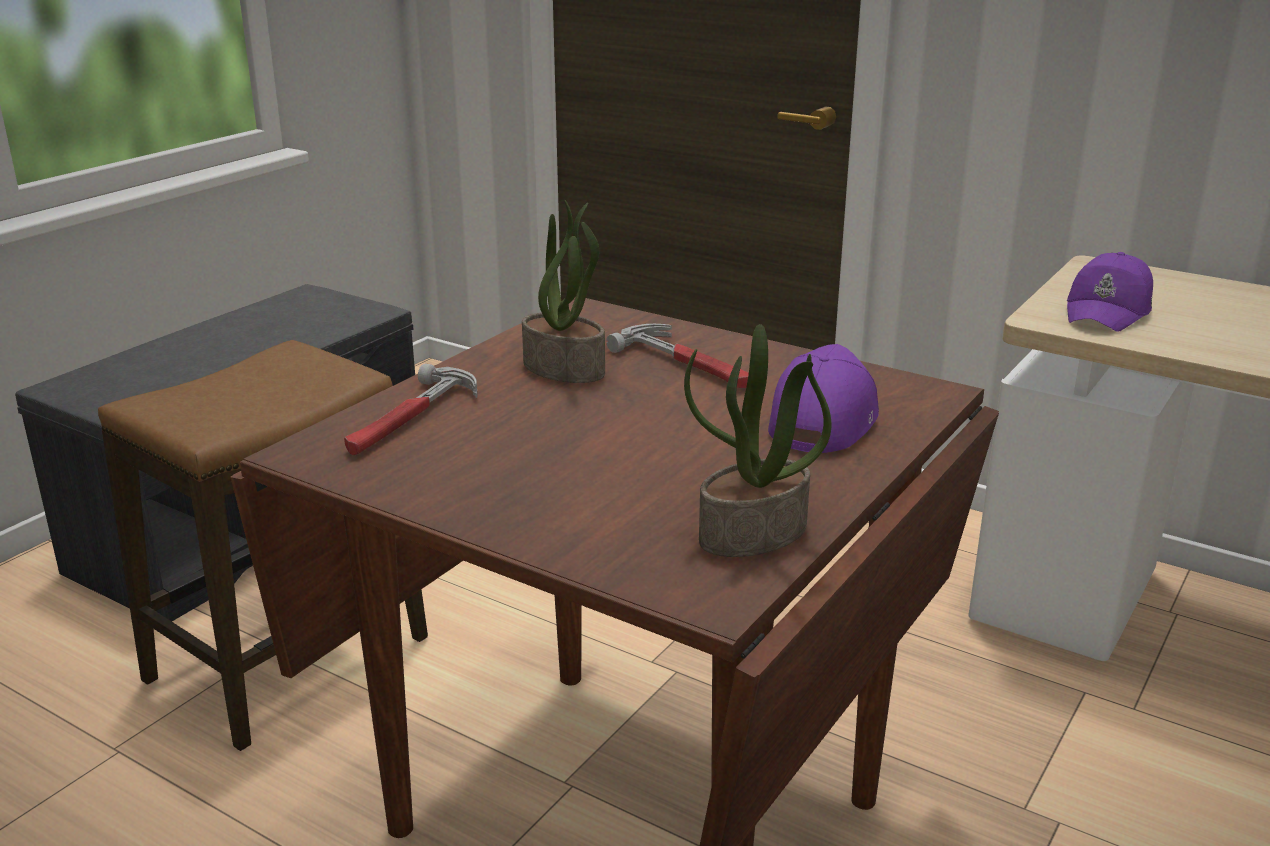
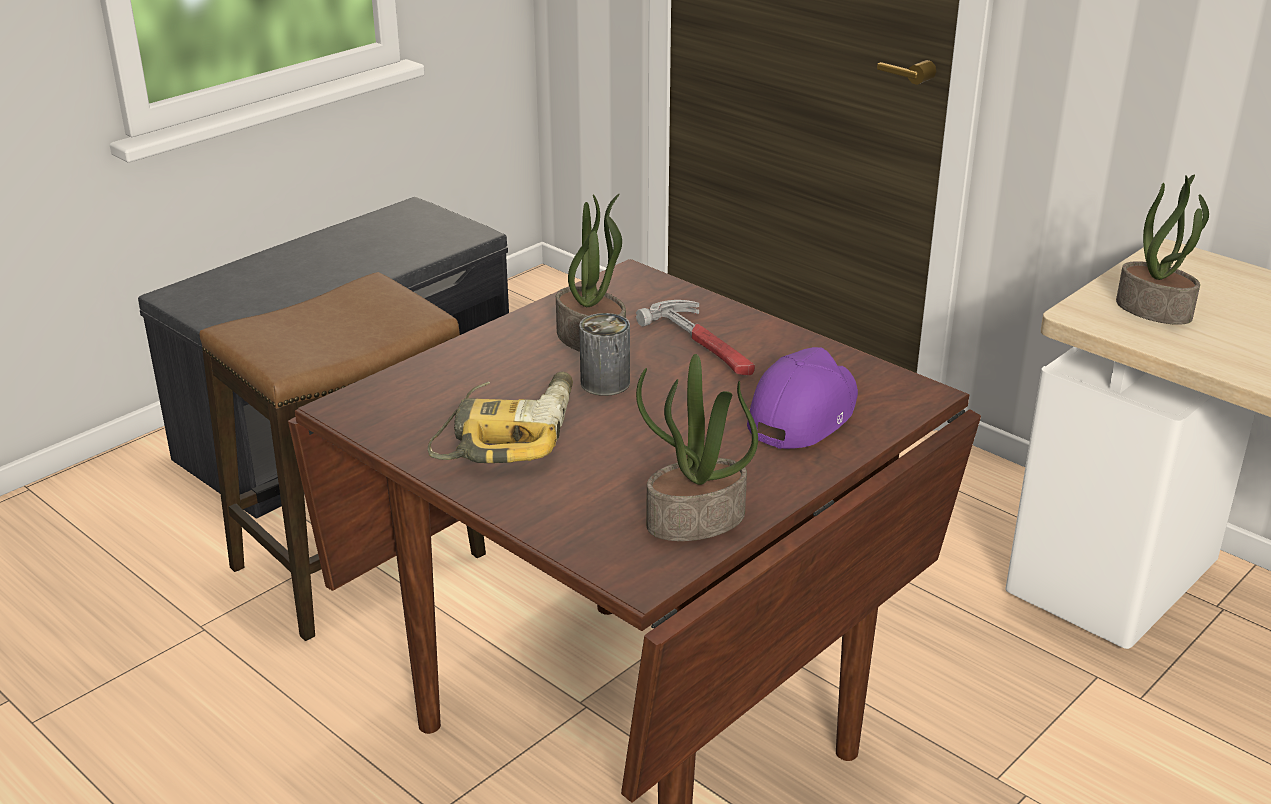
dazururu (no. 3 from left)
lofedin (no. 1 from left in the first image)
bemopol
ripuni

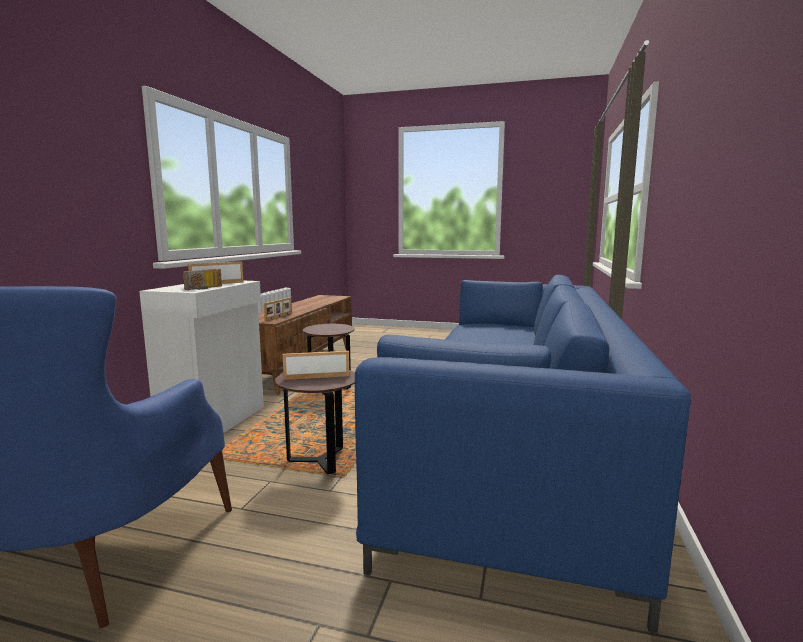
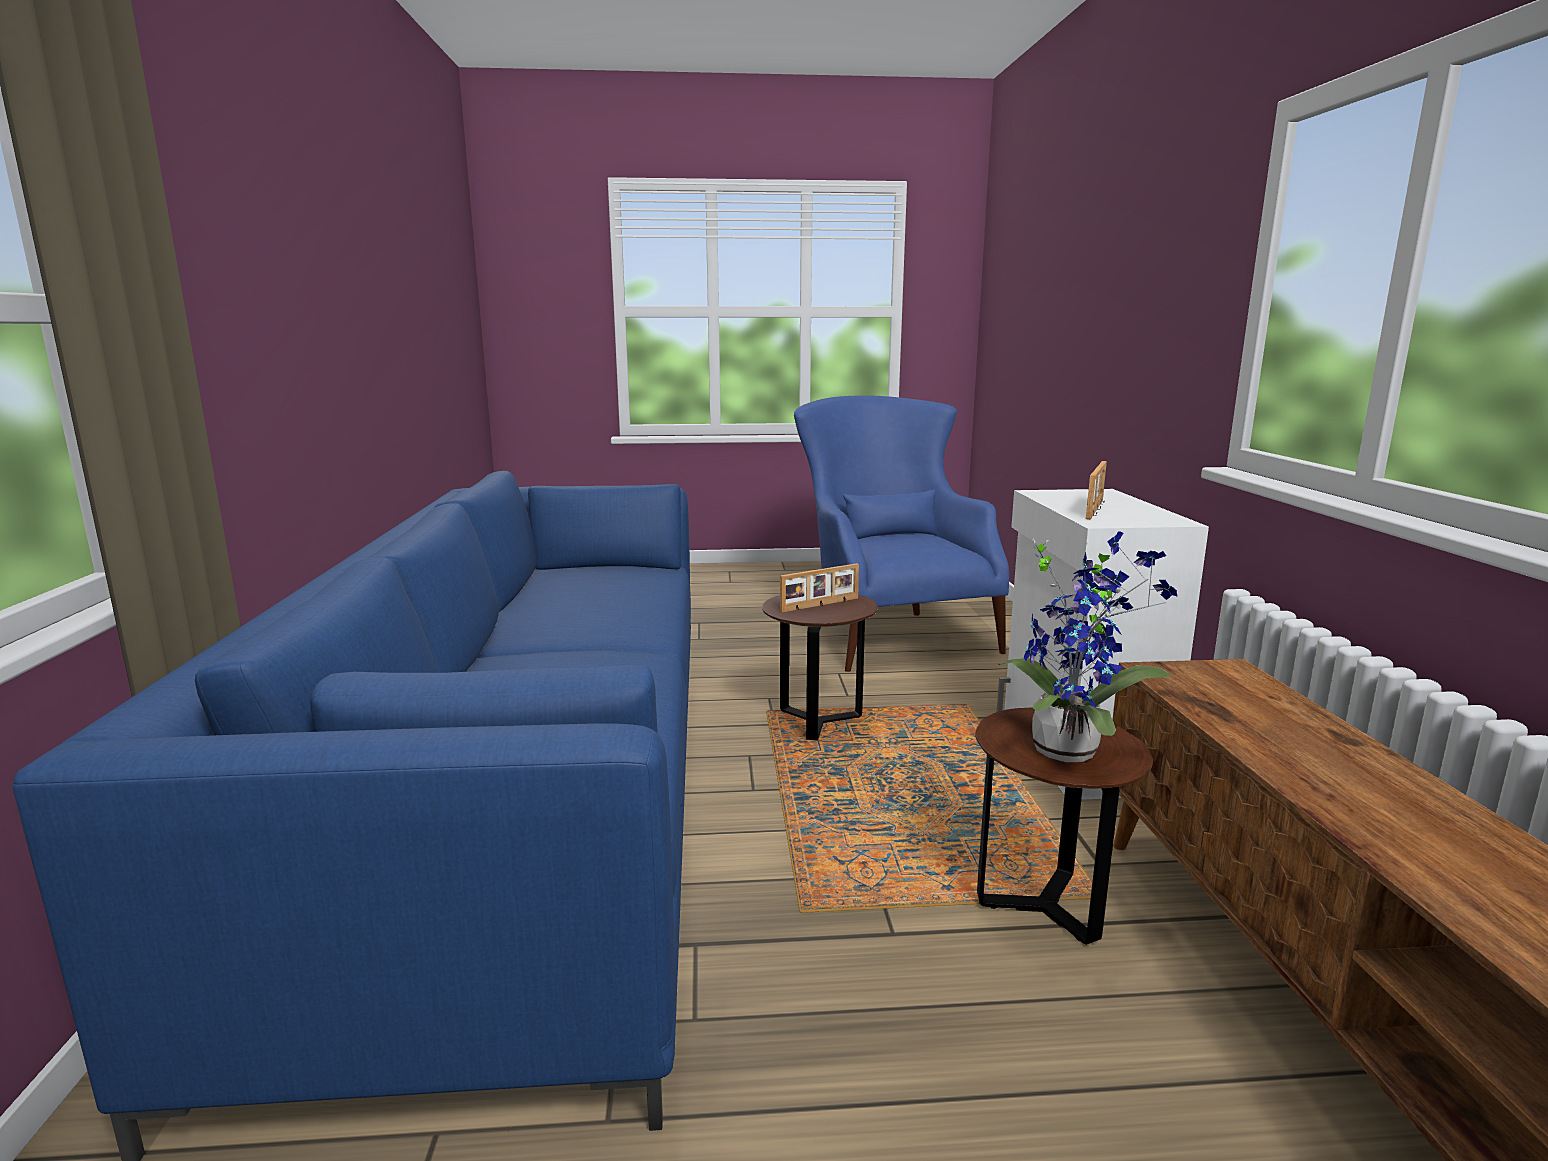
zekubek
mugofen (no. 2 from left in the first image)
dazururu

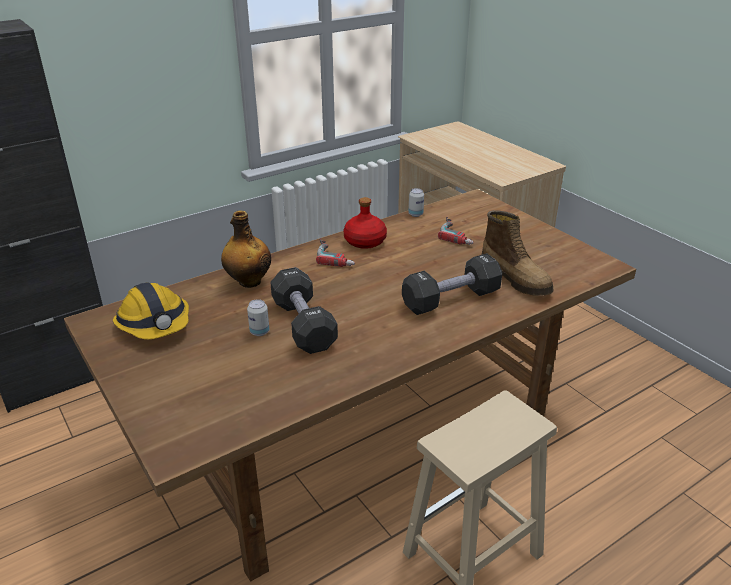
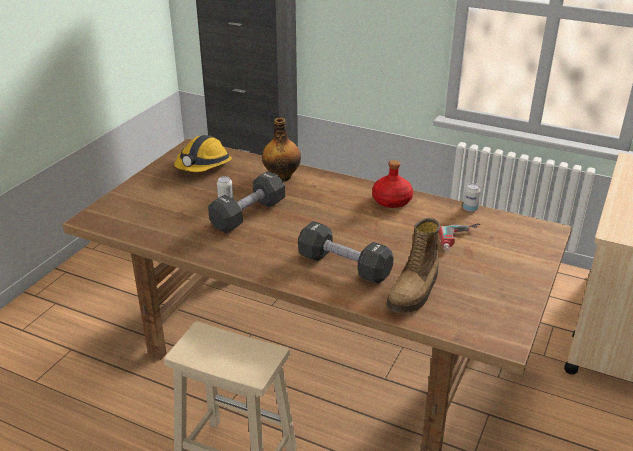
ripuni (no. 1 from left in the first image)

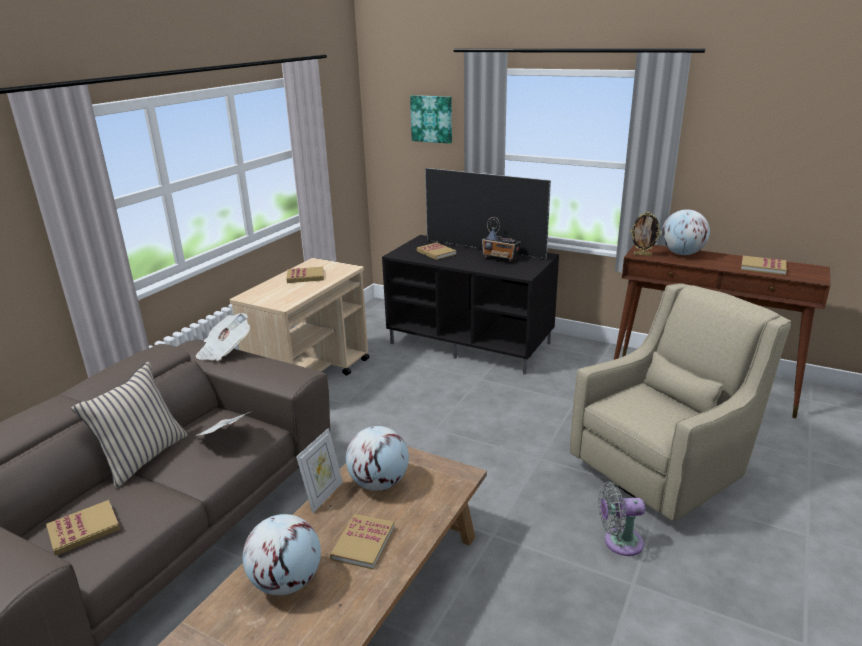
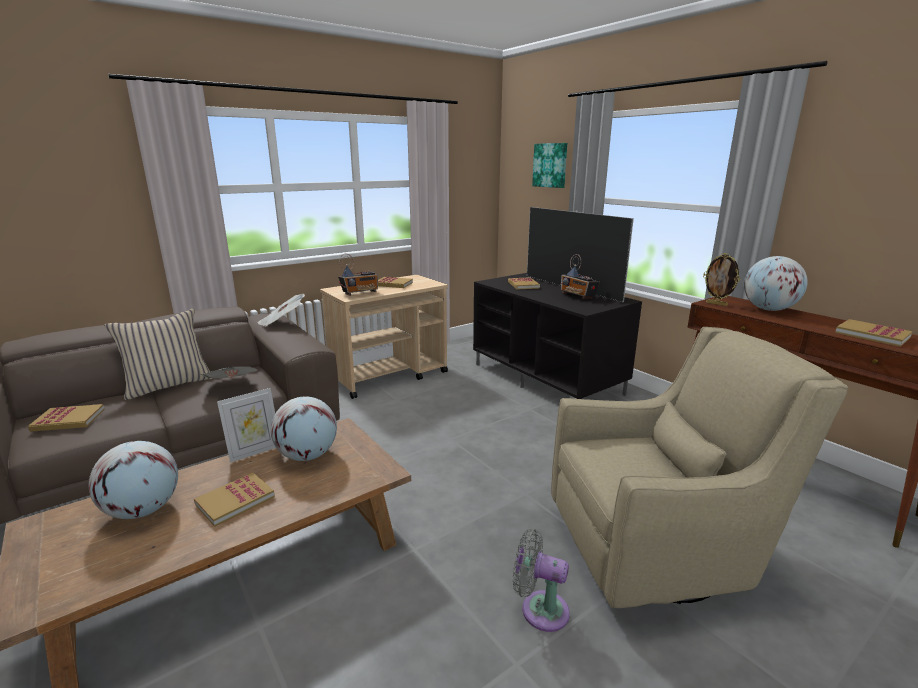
zekubek (no. 1 from left)

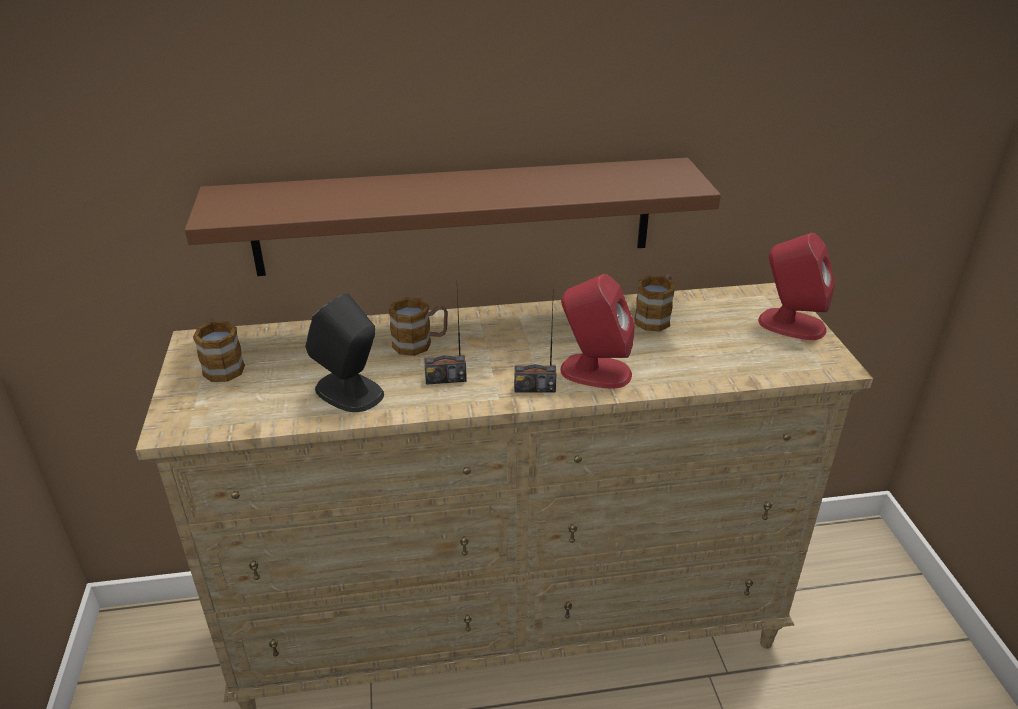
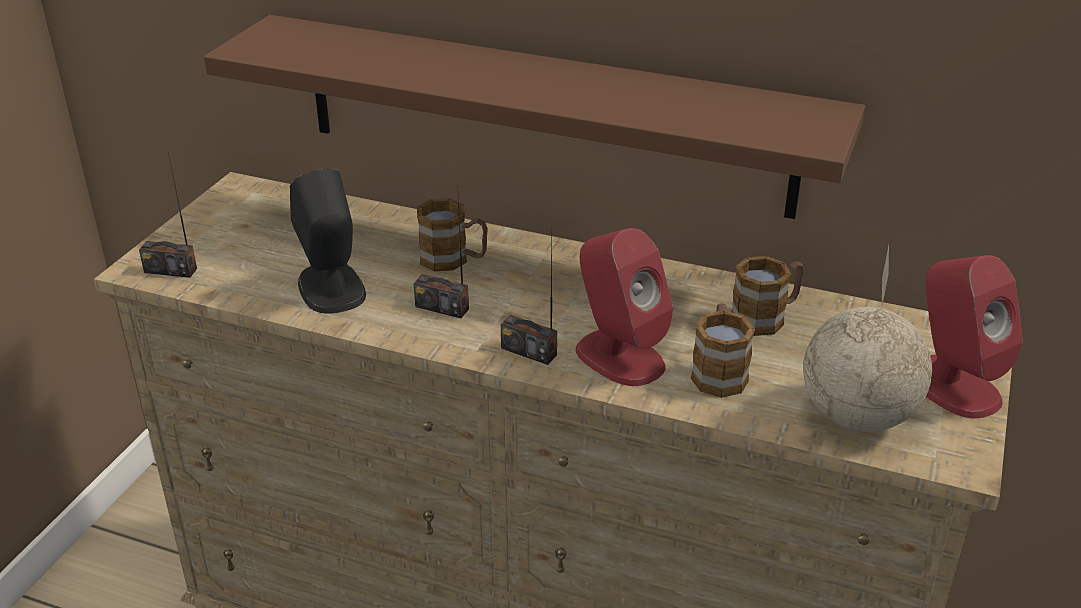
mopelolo (no. 2 from left)
zekubek (no. 1 from left)
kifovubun

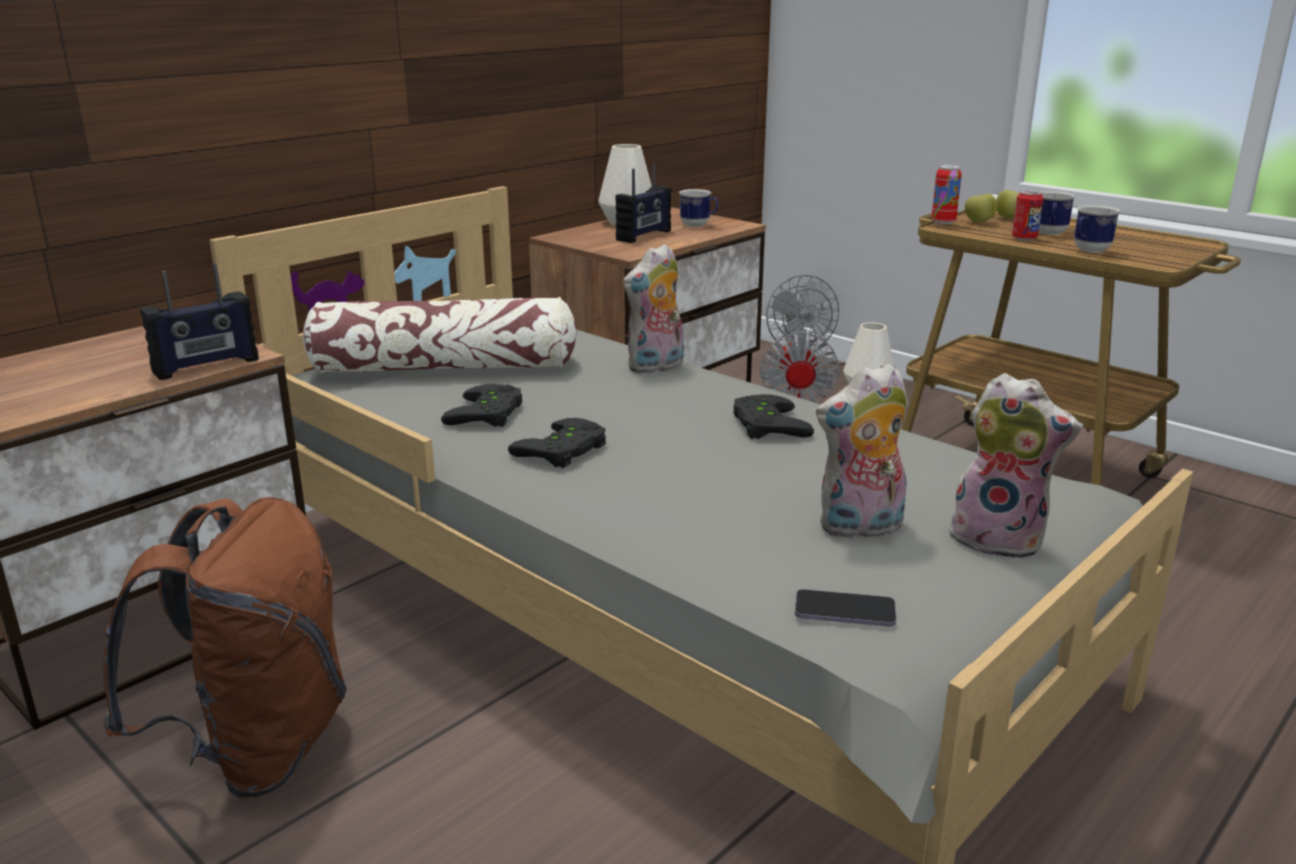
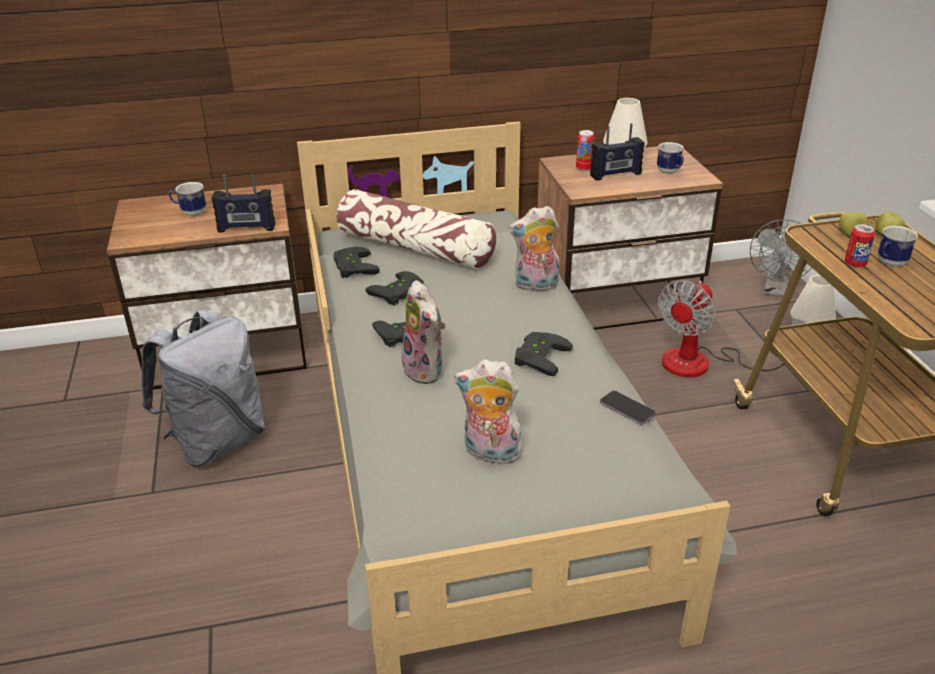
bemopol (no. 1 from left)
mopelolo (no. 1 from left)
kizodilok (no. 1 from left)
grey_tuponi
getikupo
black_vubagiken (no. 1 from left)

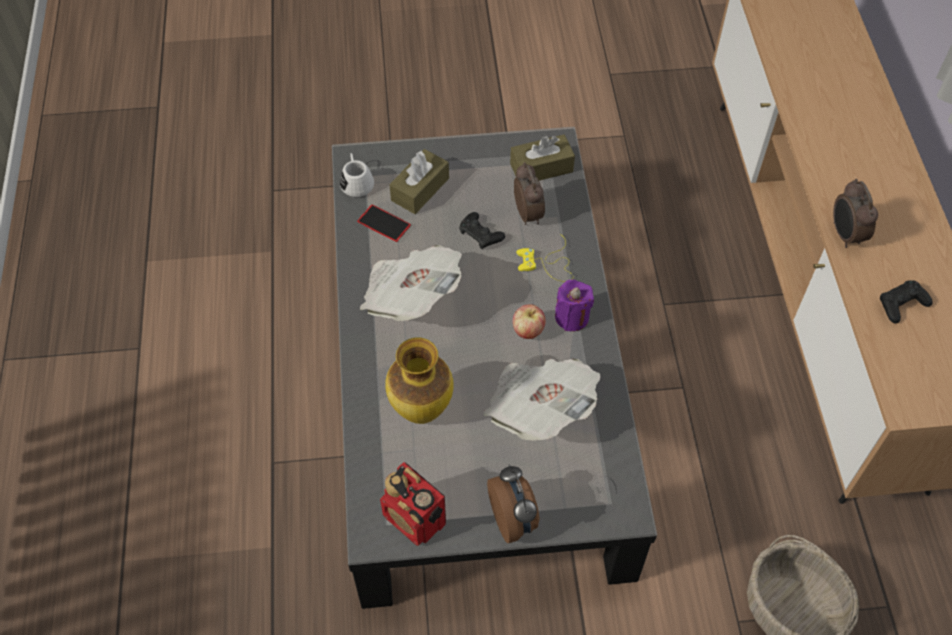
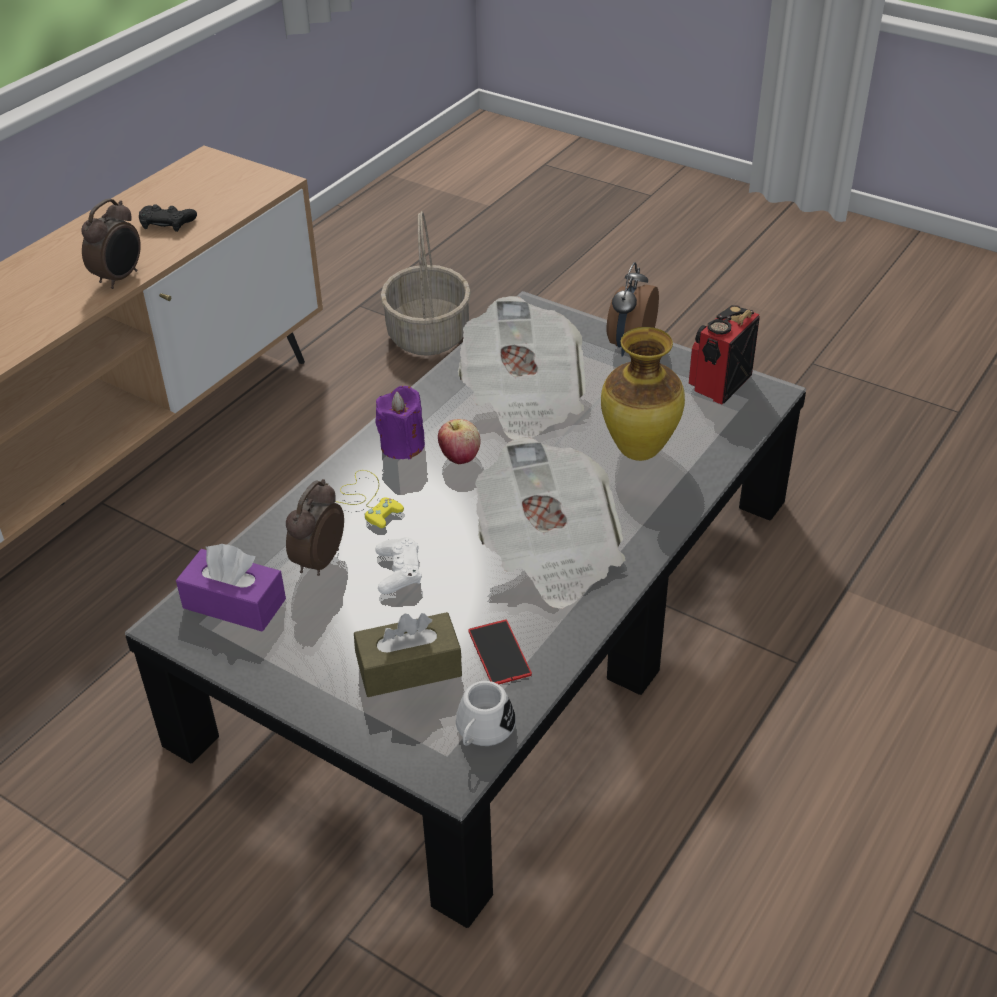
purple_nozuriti
white_vubagiken
zekubek

